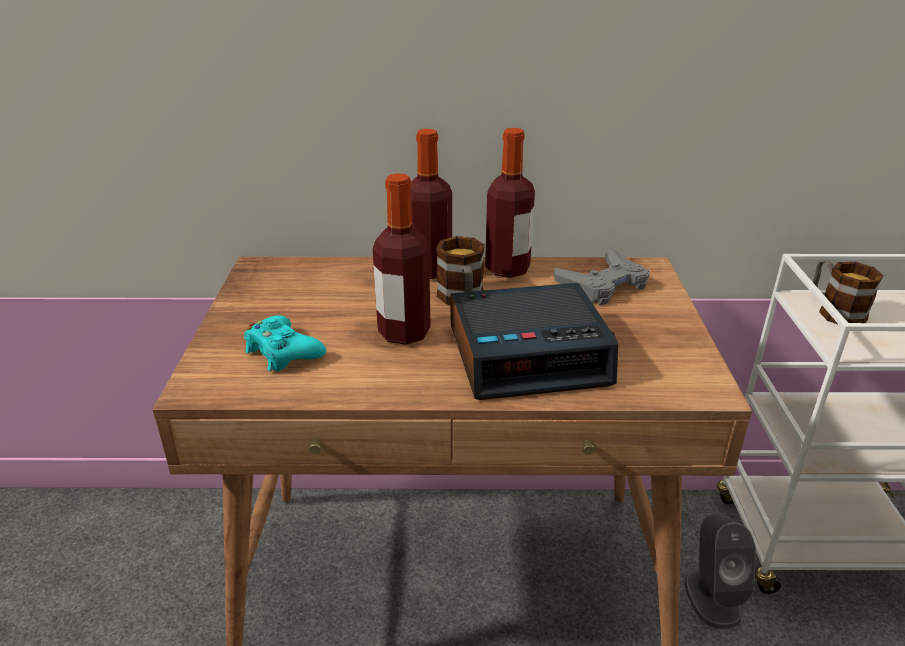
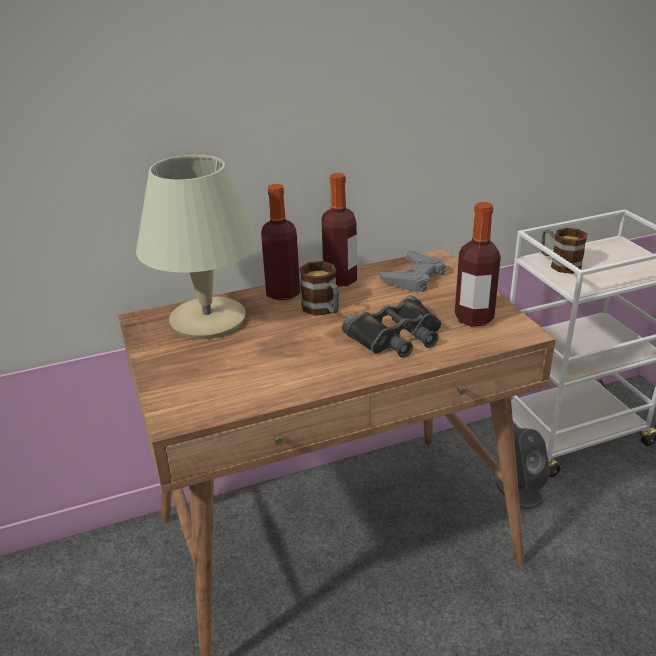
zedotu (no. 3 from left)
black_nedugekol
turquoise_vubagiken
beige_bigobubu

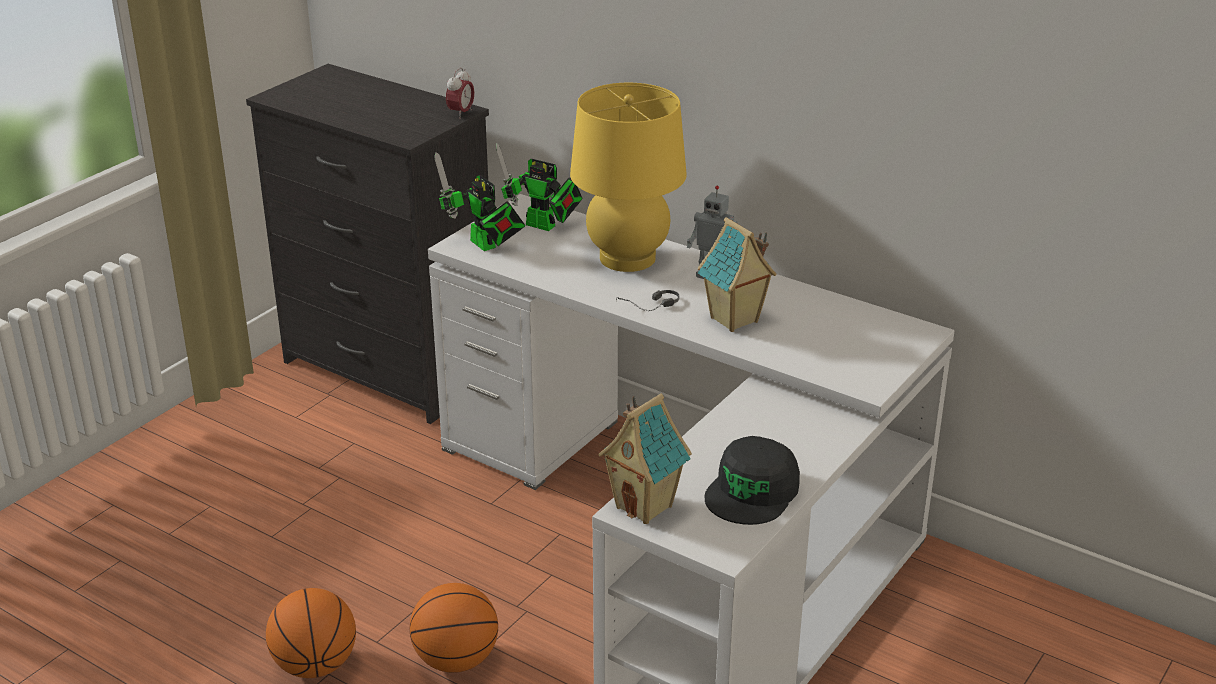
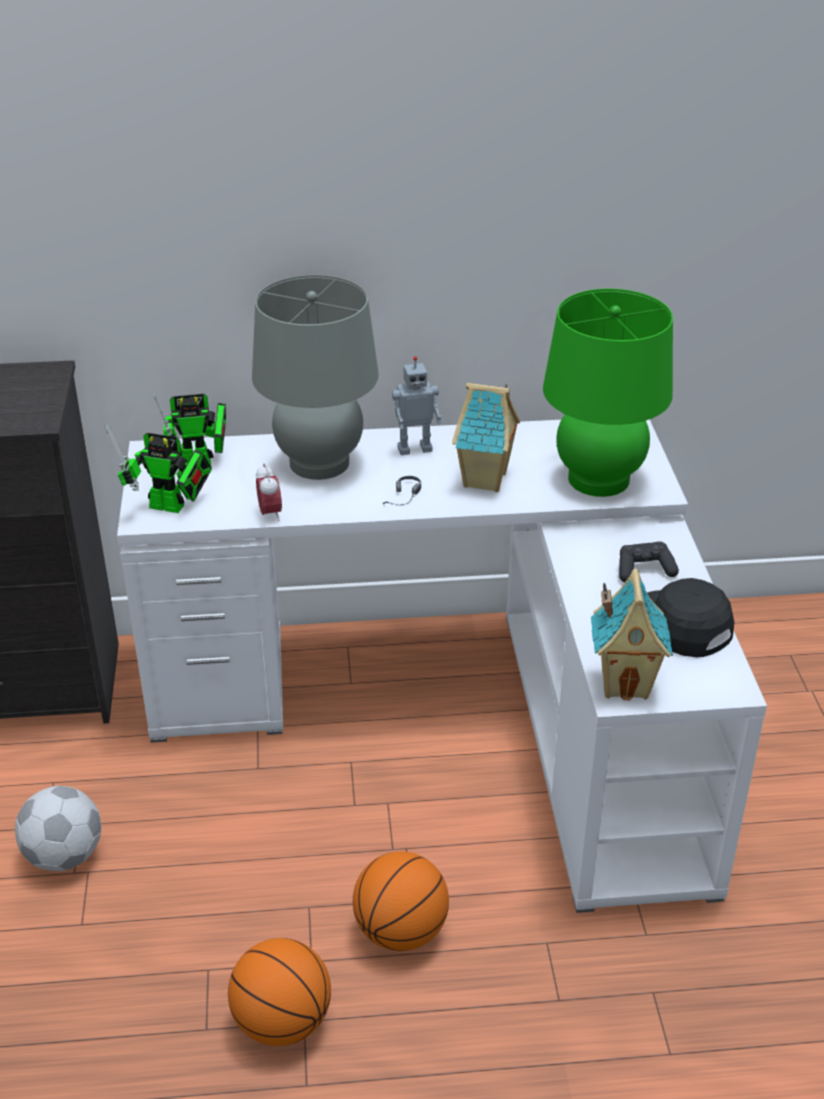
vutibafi
grey_bigobubu
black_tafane
green_bigobubu
black_vubagiken
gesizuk

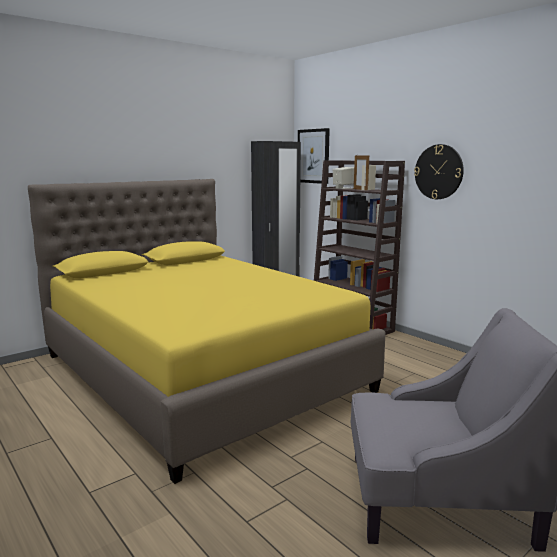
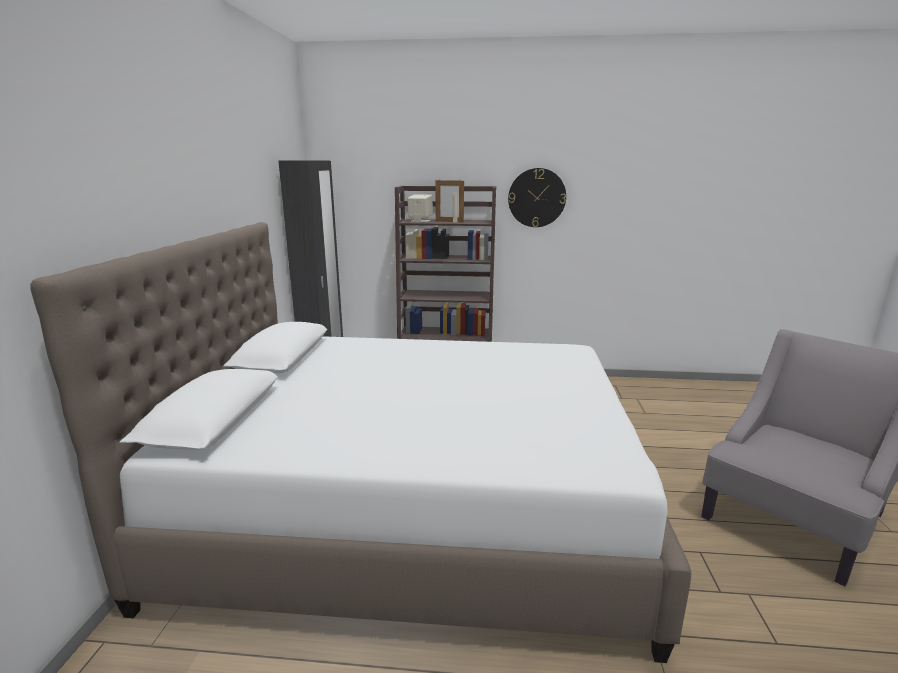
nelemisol
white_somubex

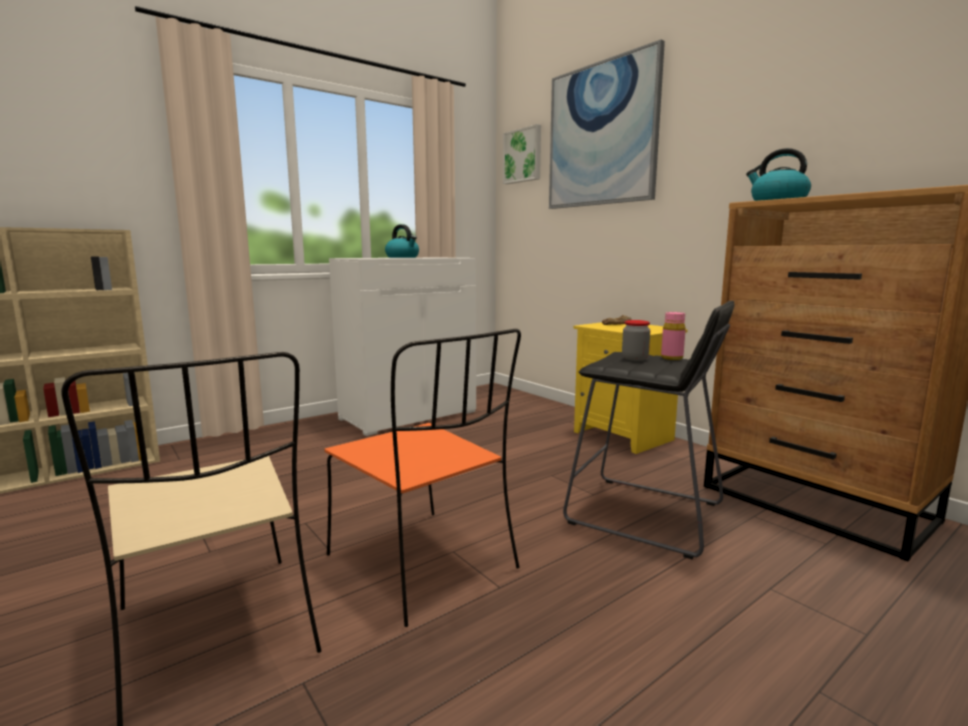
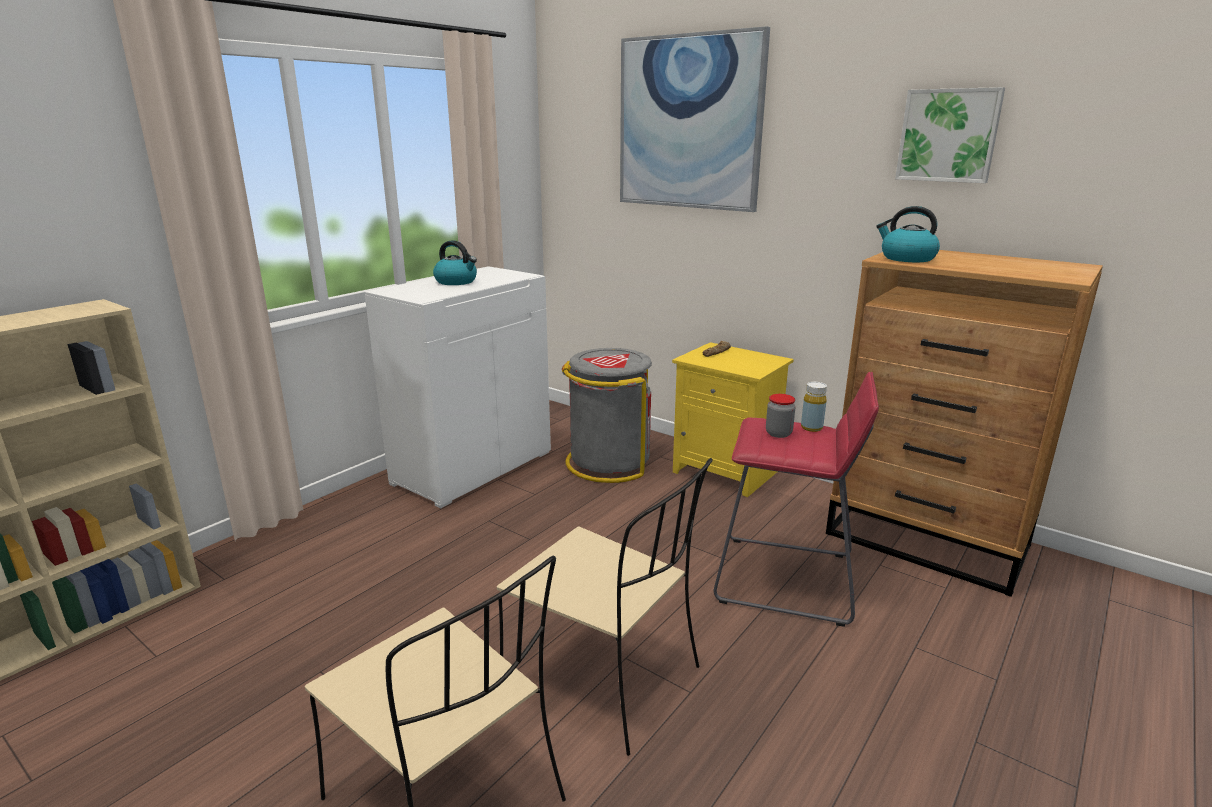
nelemisol (no. 2 from left)
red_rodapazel
yellow_zedotu
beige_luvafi (no. 2 from left)
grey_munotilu

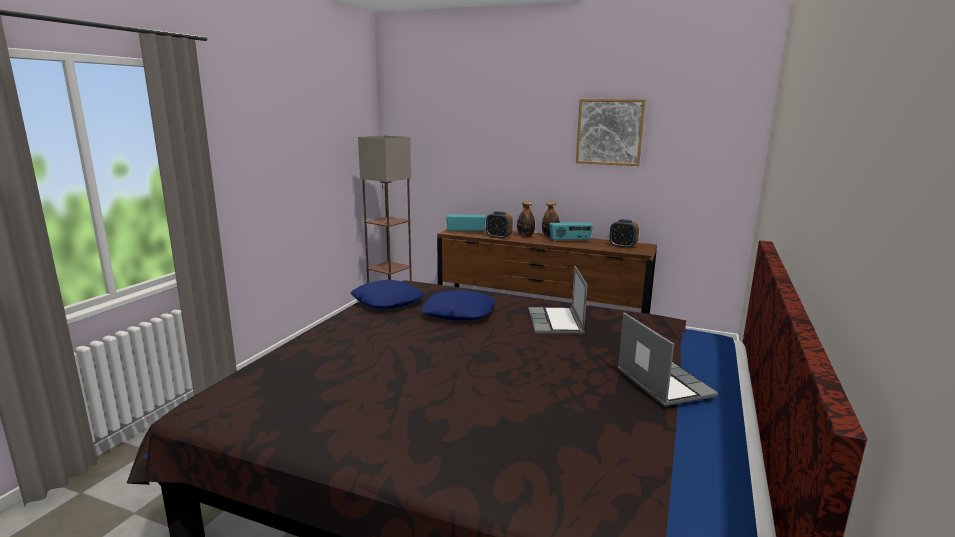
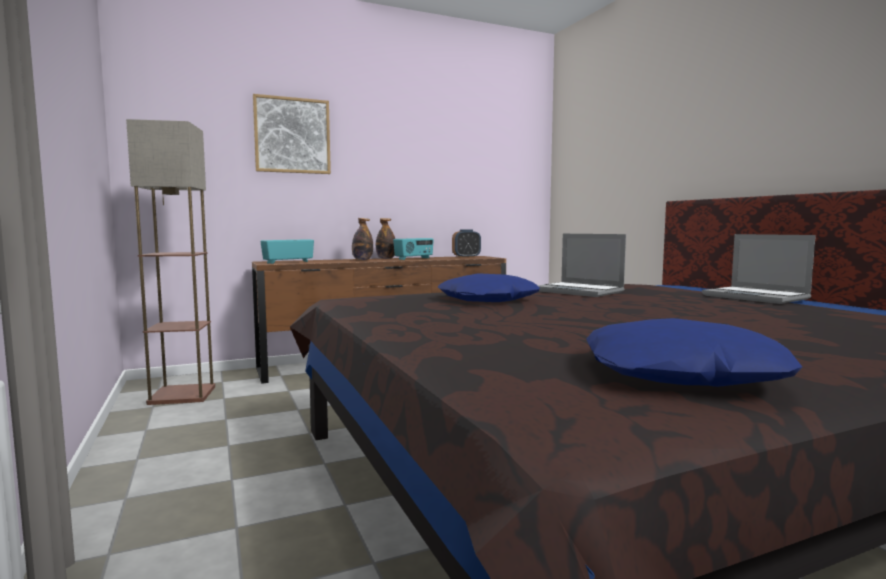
nelemisol
vutibafi (no. 1 from left in the first image)
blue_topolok (no. 2 from left)
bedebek (no. 2 from left)

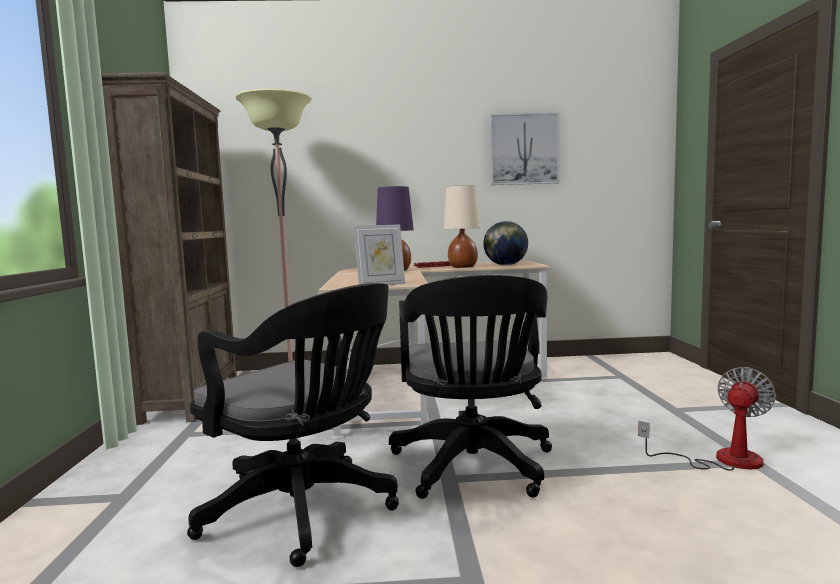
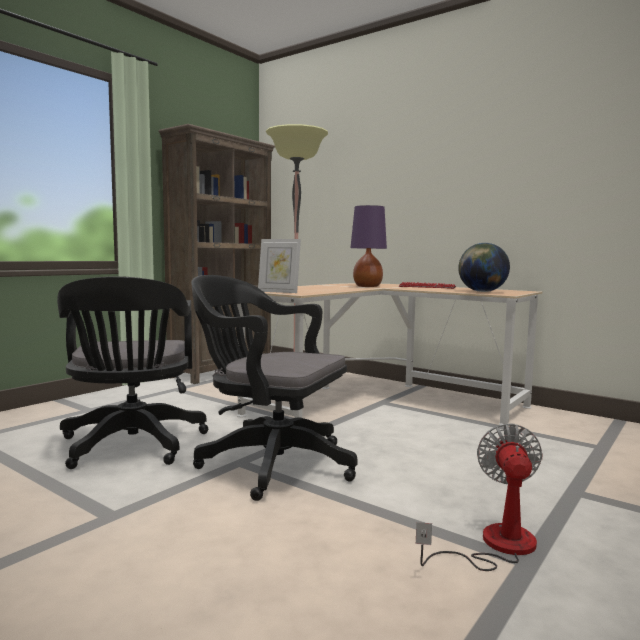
nelemisol
beige_bigobubu
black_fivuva (no. 2 from left)
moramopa

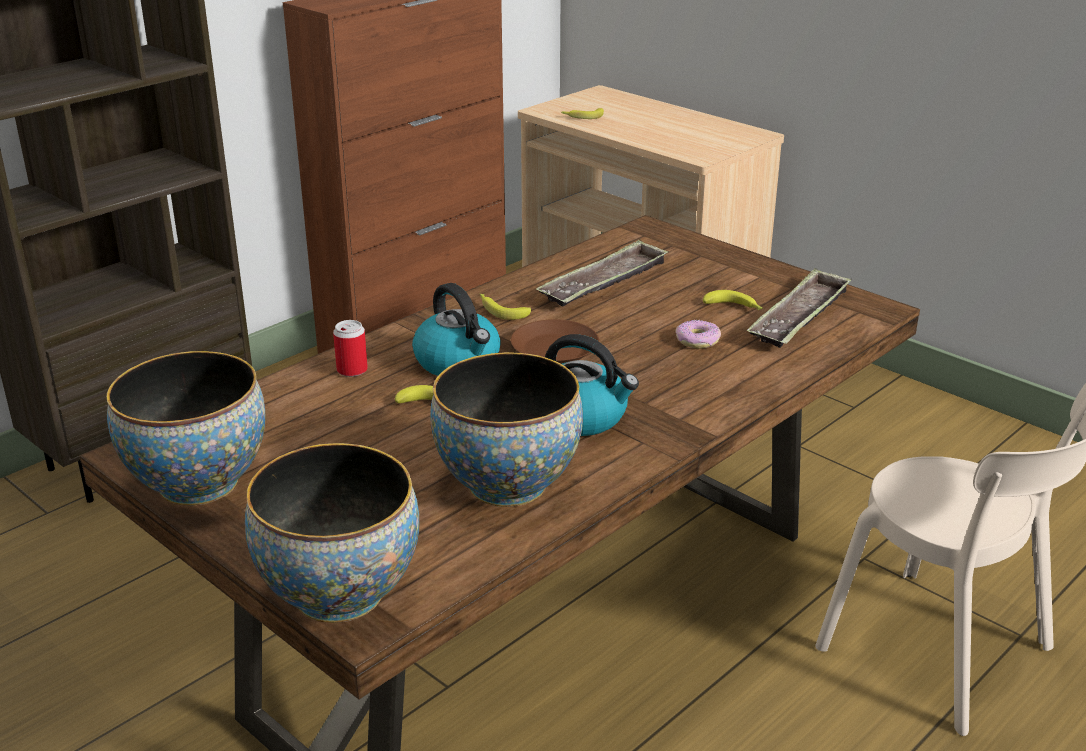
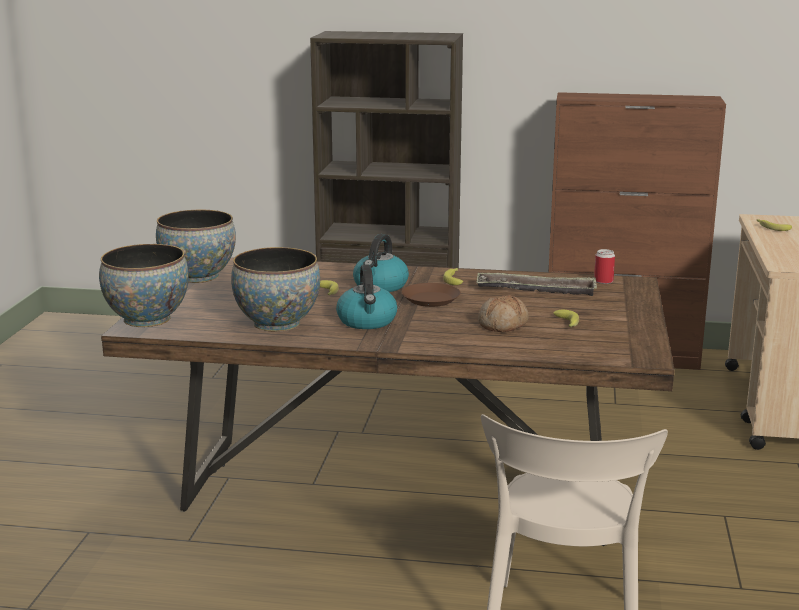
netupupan (no. 2 from left in the first image)
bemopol
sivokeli

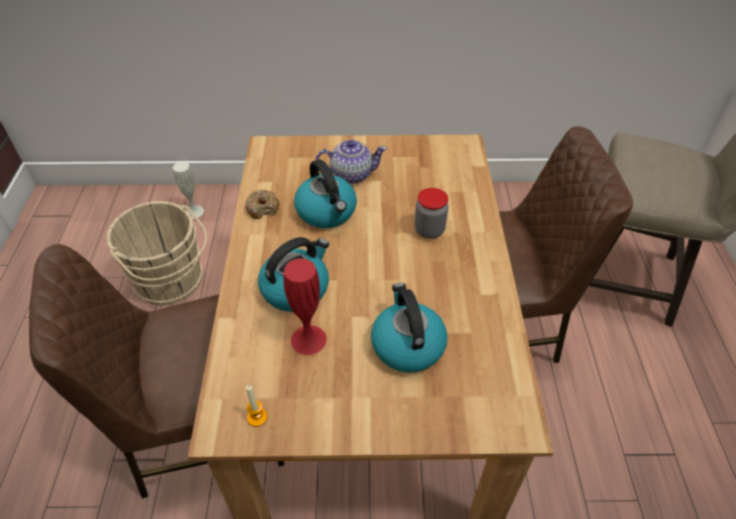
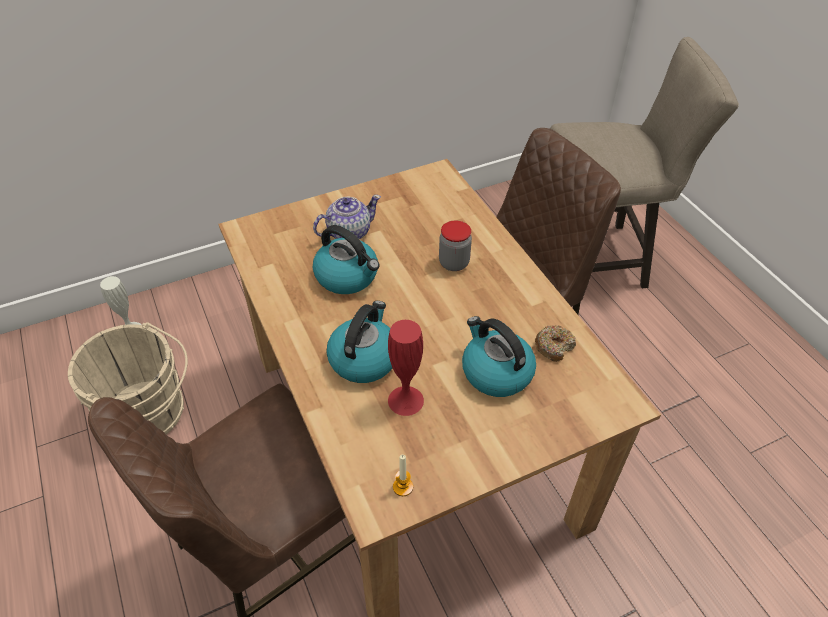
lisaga

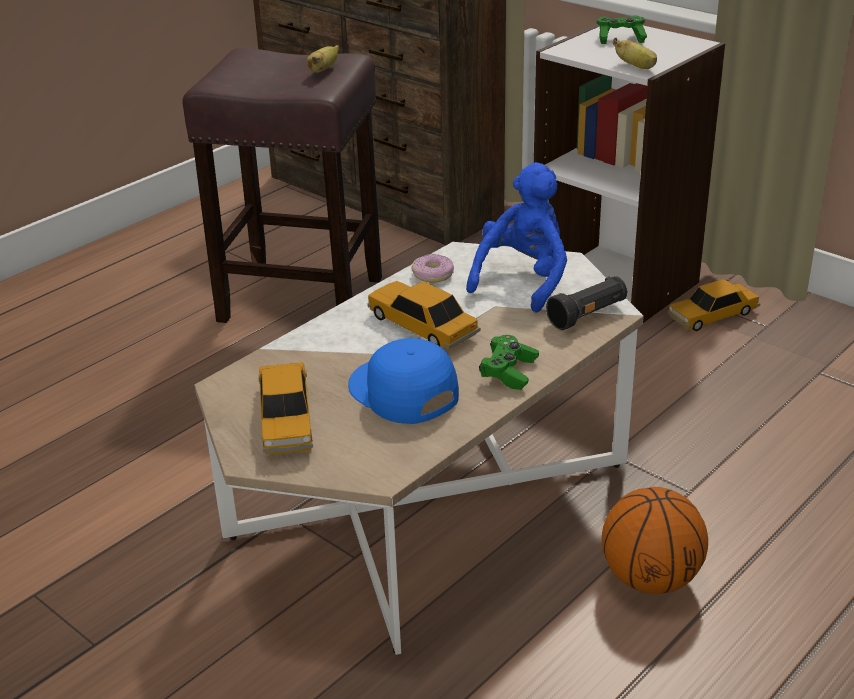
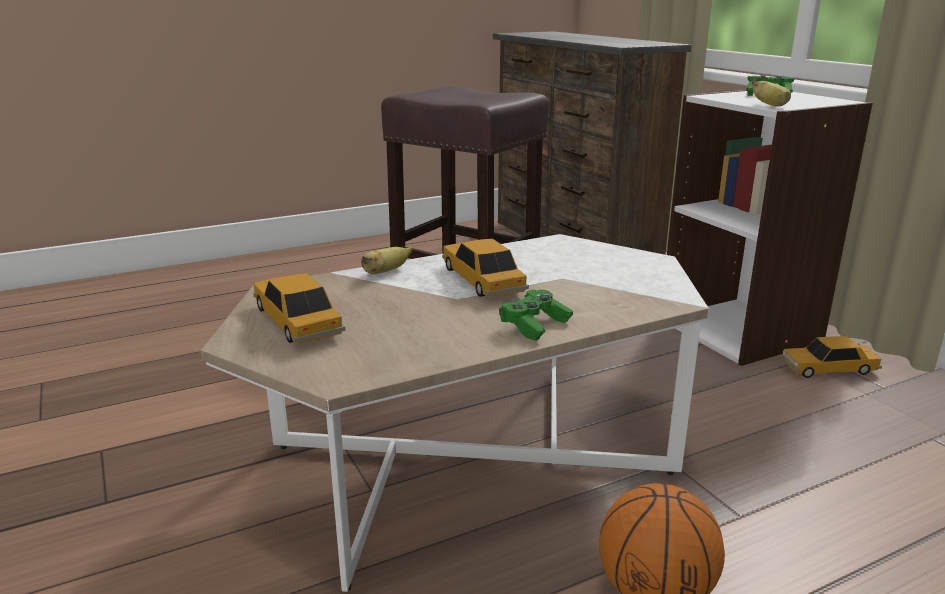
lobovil (no. 1 from left)
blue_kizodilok
lisaga
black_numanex
blue_tafane
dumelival (no. 1 from left)

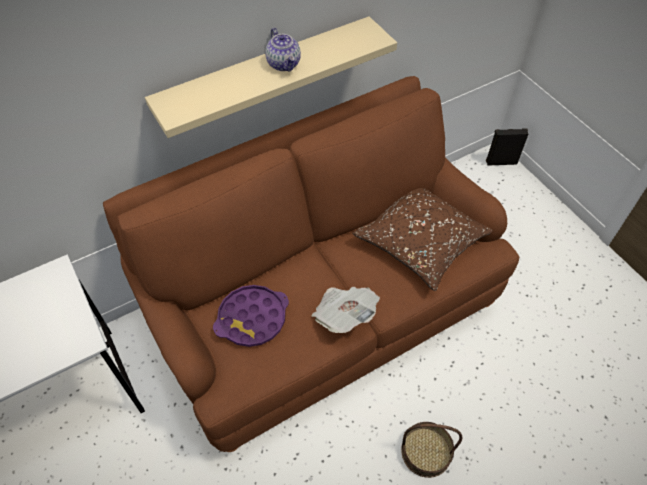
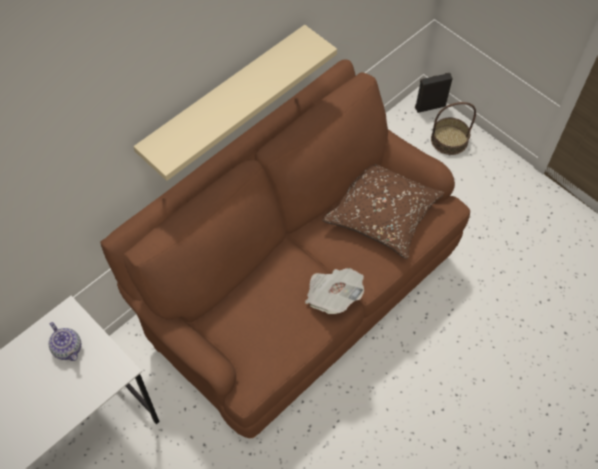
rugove
purple_netupupan
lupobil

